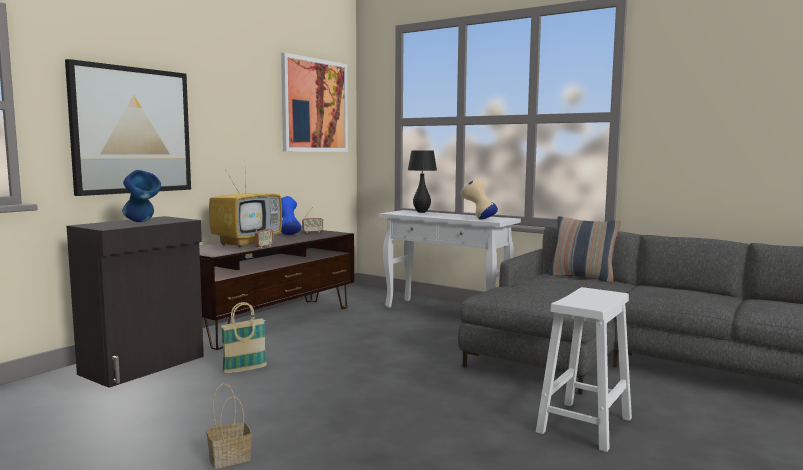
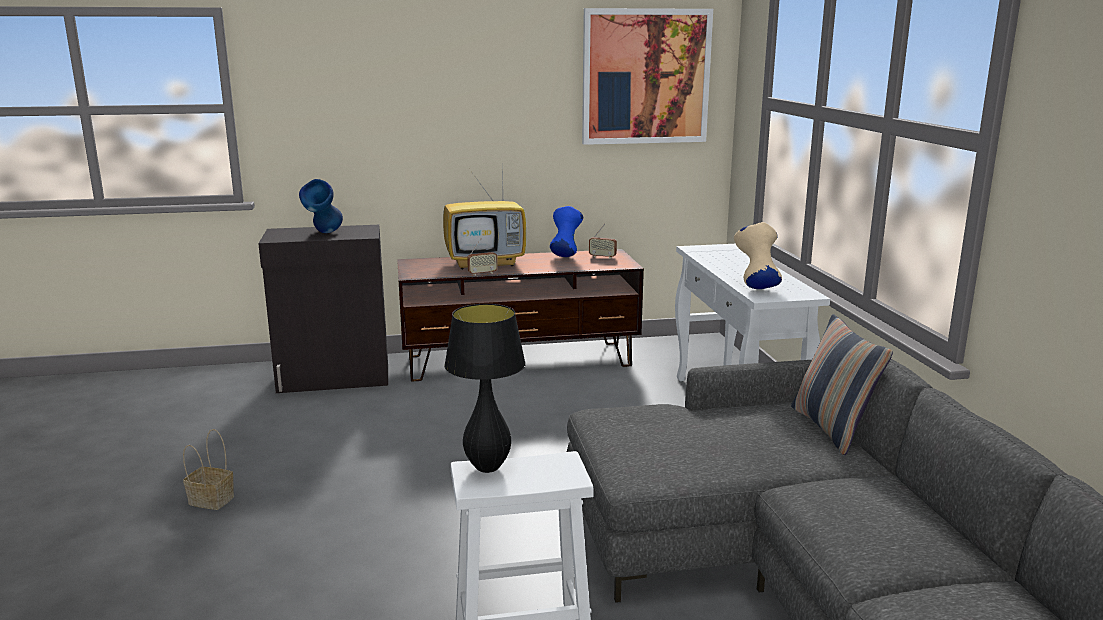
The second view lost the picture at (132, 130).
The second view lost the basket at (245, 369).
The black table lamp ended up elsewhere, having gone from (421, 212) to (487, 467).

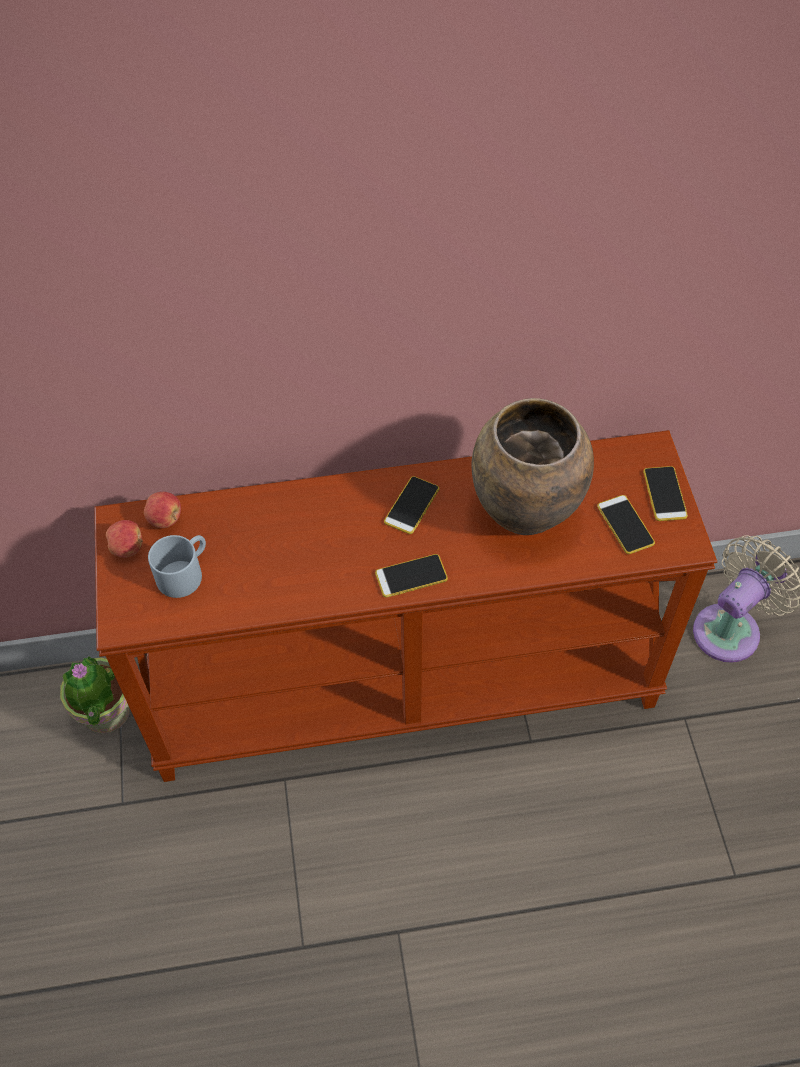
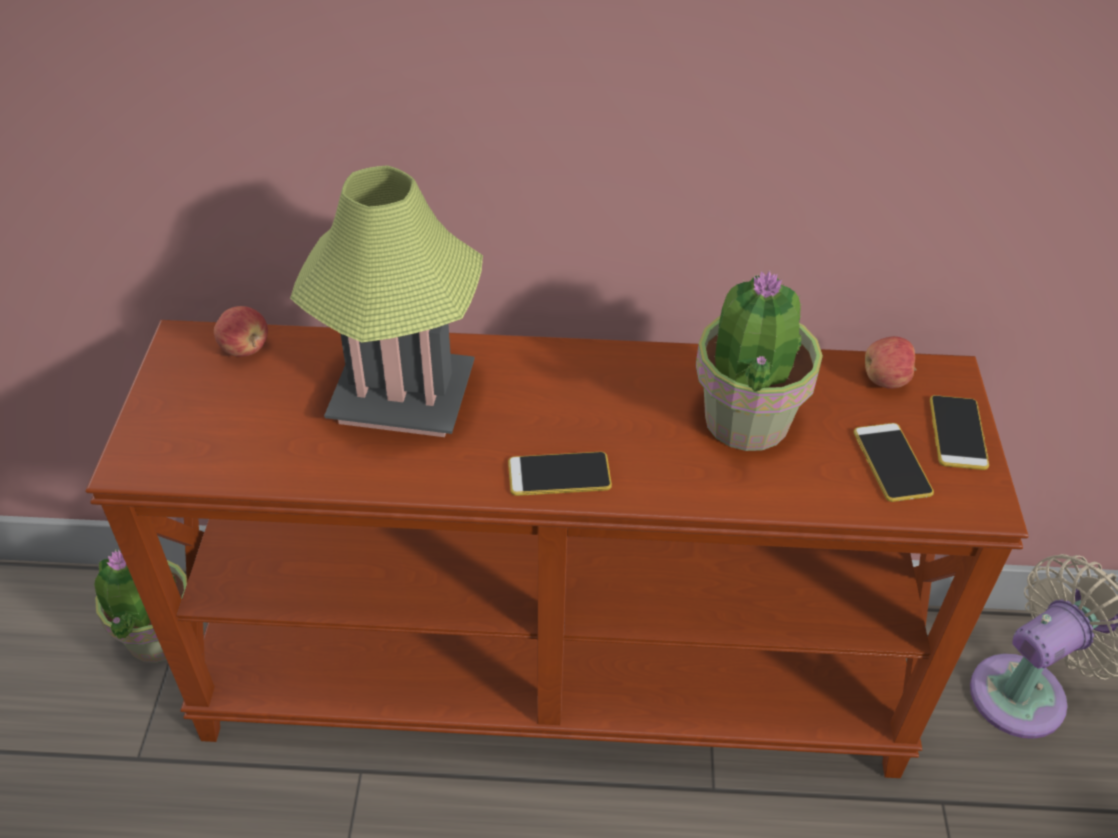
The apple ended up elsewhere, having gone from (128, 548) to (885, 380).
The second view lost the grey mug at (184, 572).
The second view lost the phone at (411, 505).
Where the brown vase stood at (524, 512), the potted plant came to stand at (745, 421).
The second view gained the table lamp at (402, 398).

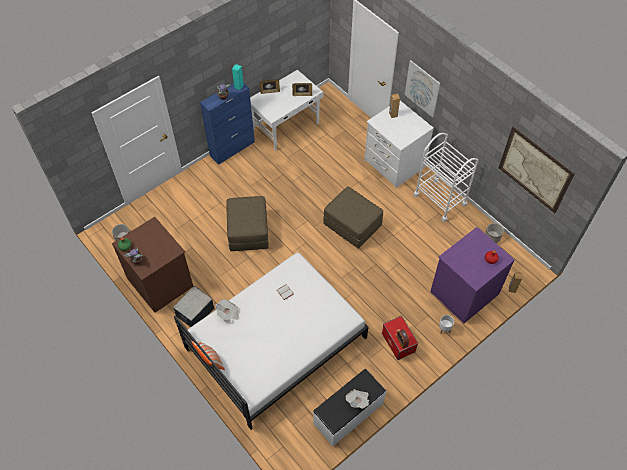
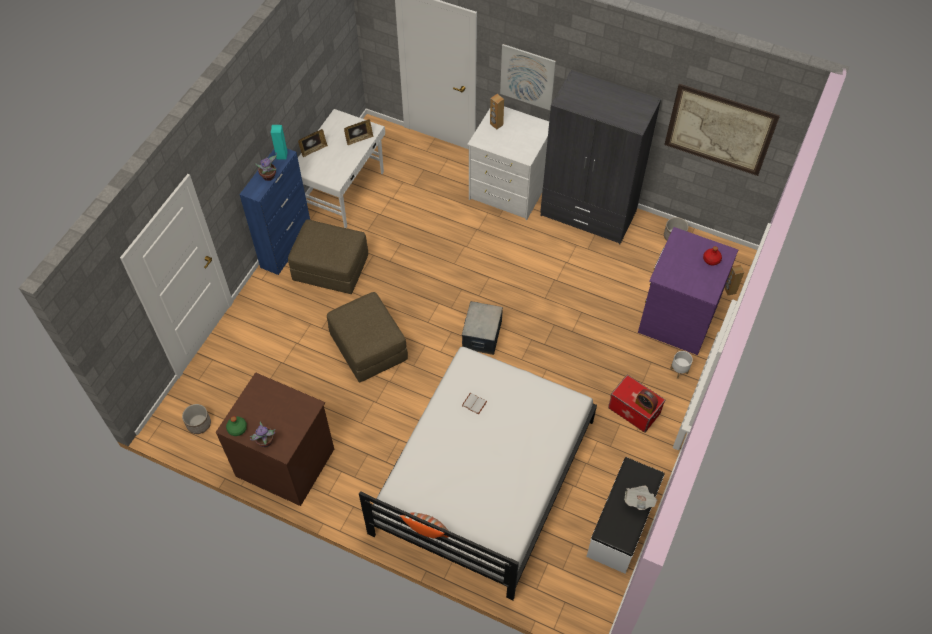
The storage box ended up elsewhere, having gone from (195, 312) to (481, 335).
The second view lost the newspaper at (228, 314).
The brown ottoman ended up elsewhere, having gone from (352, 225) to (330, 268).
Where the white cart stood at (440, 199), the grey wardrobe came to stand at (588, 214).

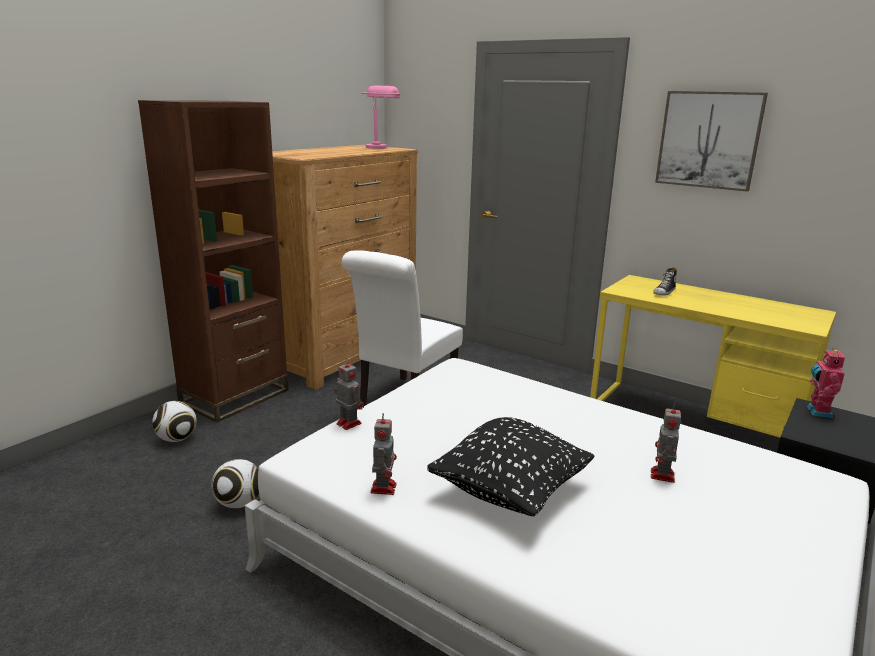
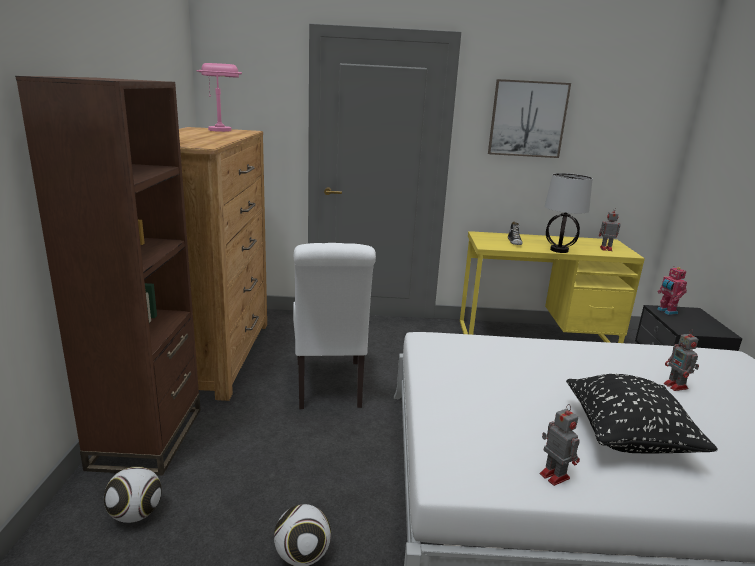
The toy robot ended up elsewhere, having gone from (348, 423) to (605, 249).
The second view gained the table lamp at (558, 250).

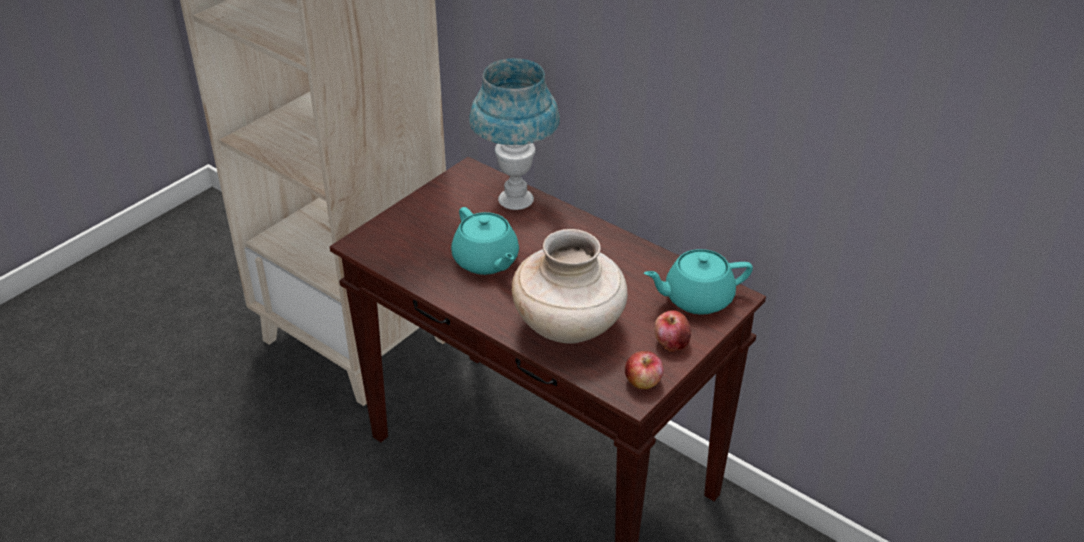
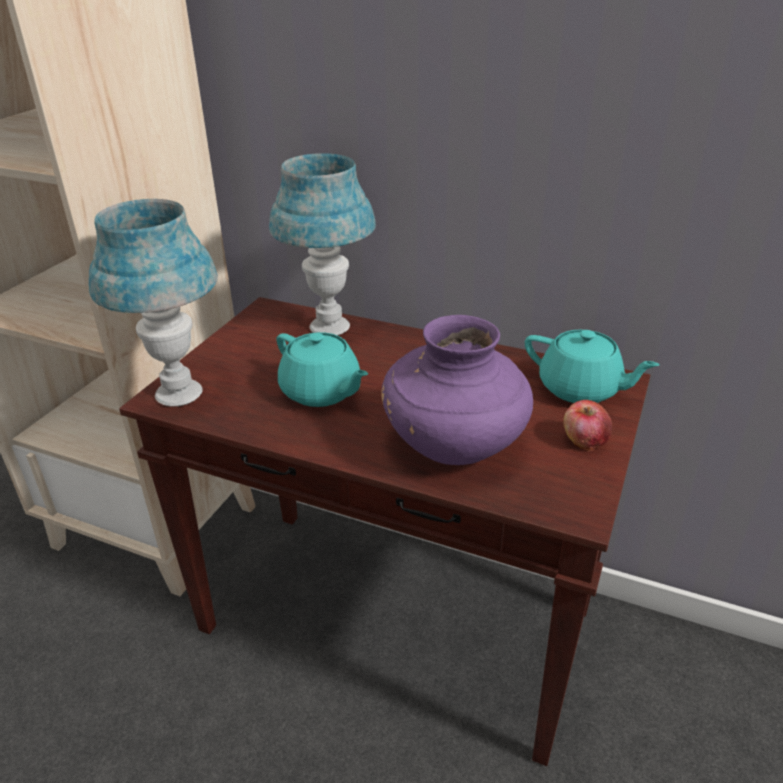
What was the beige vase at (569, 327) turned into the purple vase at (455, 446).
The second view lost the apple at (643, 382).
The turquoise teapot at (696, 298) ended up facing another way, 120 degrees counterclockwise from before.
The second view gained the blue table lamp at (178, 394).

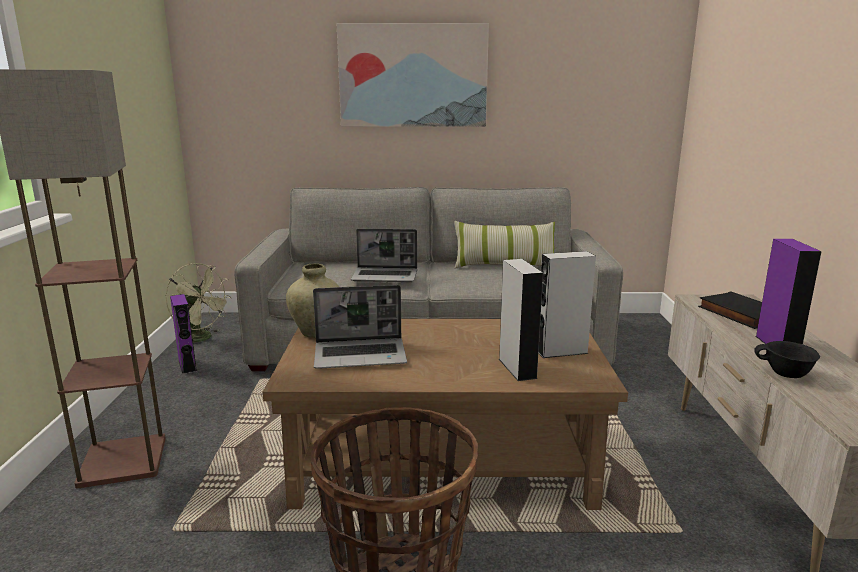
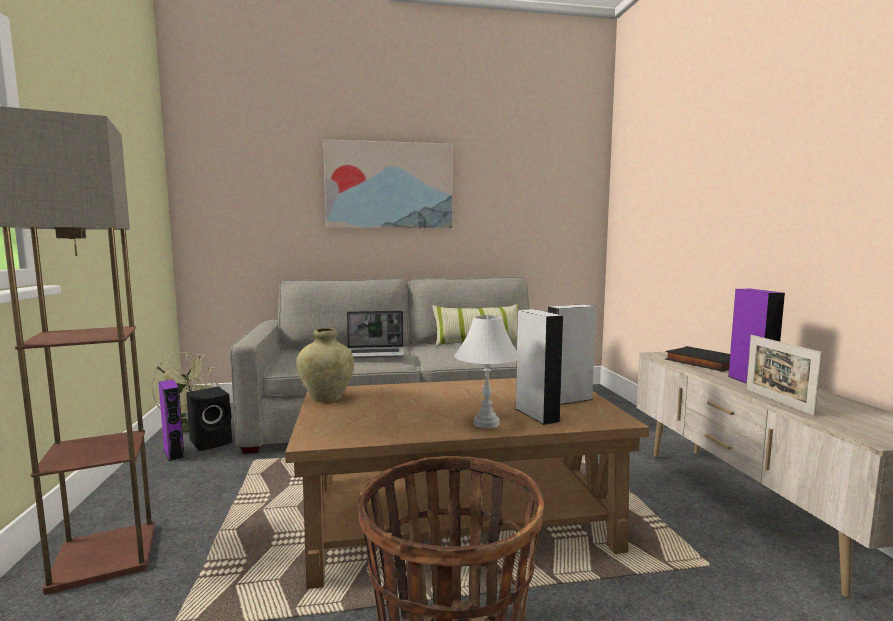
The second view lost the laptop at (361, 355).
Where the black bowl stood at (785, 375), the picture frame came to stand at (777, 401).
The second view gained the black speaker at (212, 441).
The second view gained the white table lamp at (486, 423).

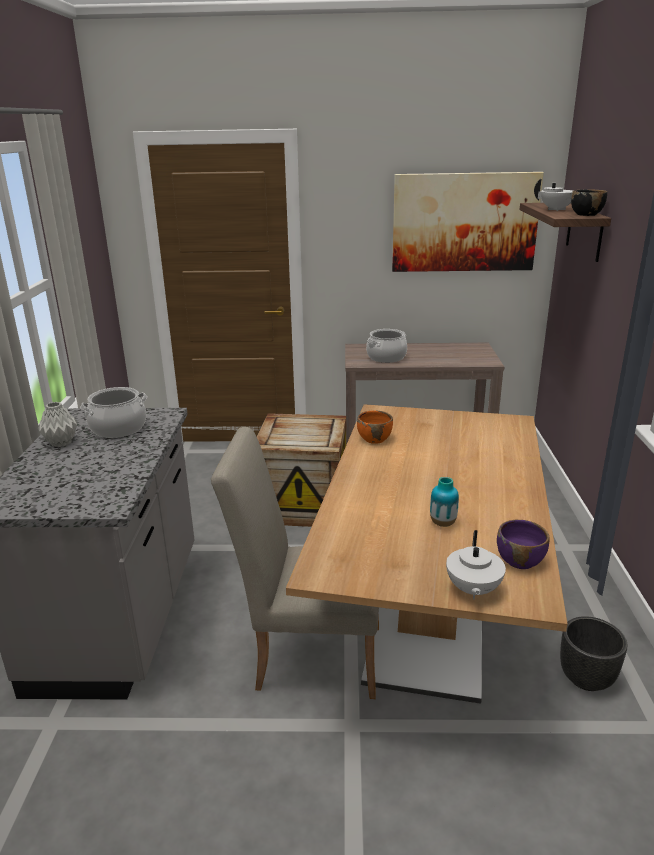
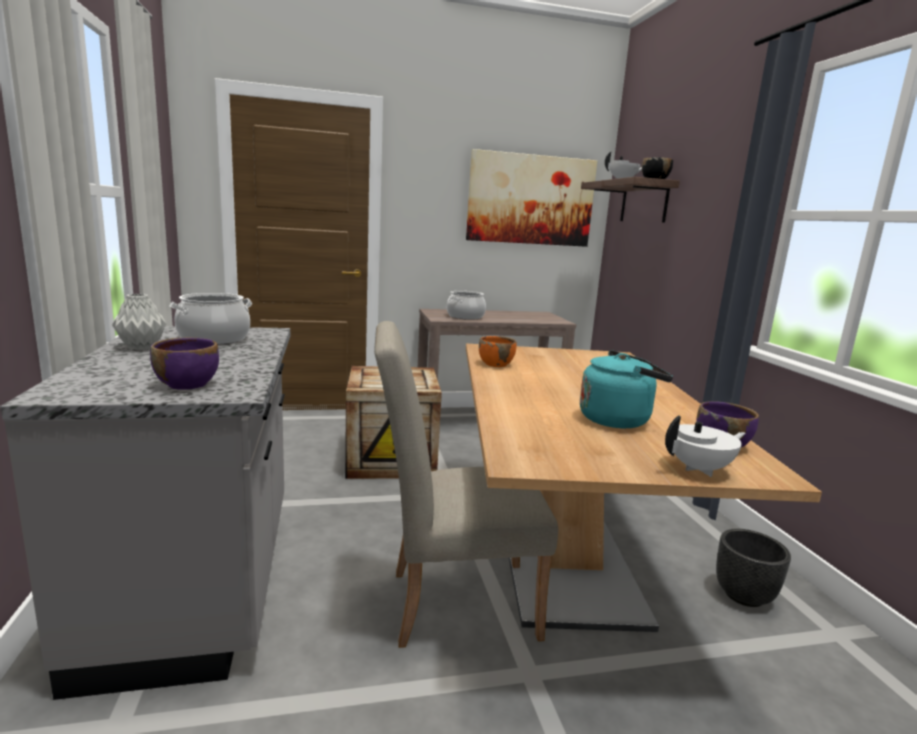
Where the vase stood at (443, 523), the turquoise kettle came to stand at (618, 419).
The white teapot at (472, 590) ended up facing another way, 105 degrees counterclockwise from before.
The second view gained the purple bowl at (188, 384).

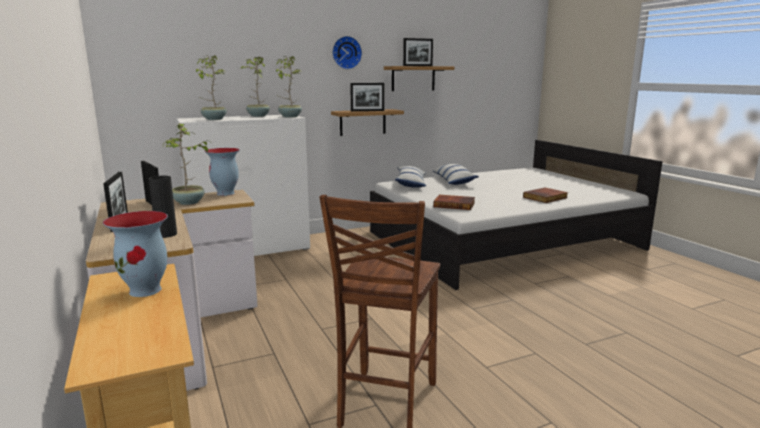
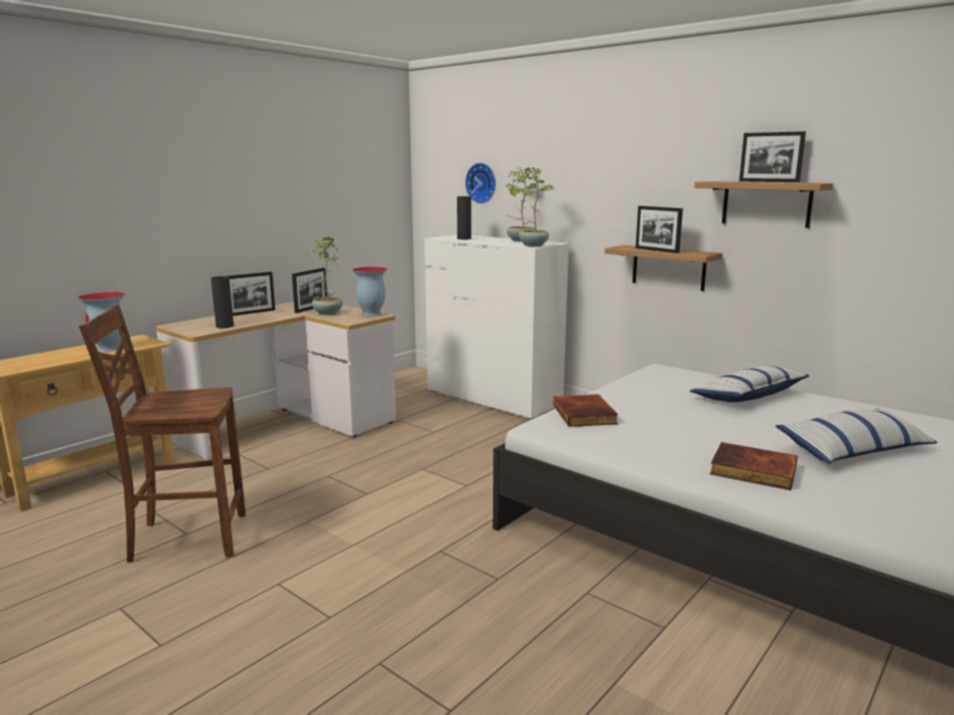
Where the potted plant stood at (213, 119), the black vase came to stand at (464, 238).
The wall clock ended up elsewhere, having gone from (346, 52) to (482, 183).
The pillow ended up elsewhere, having gone from (411, 183) to (852, 450).

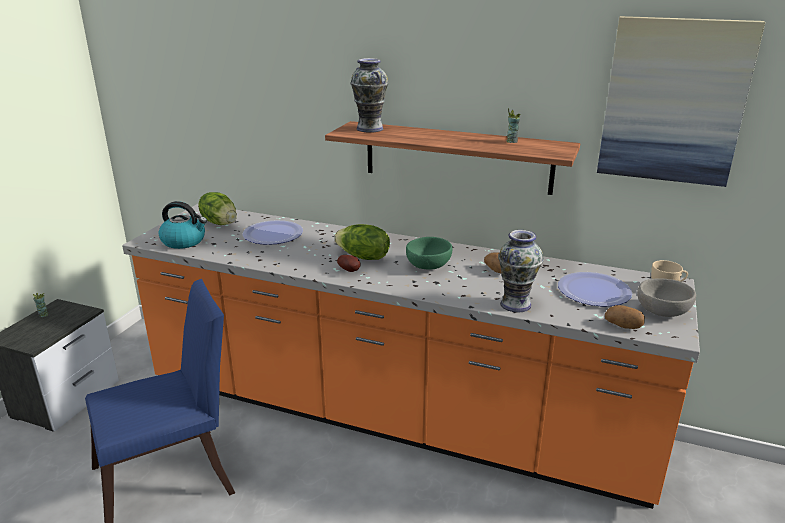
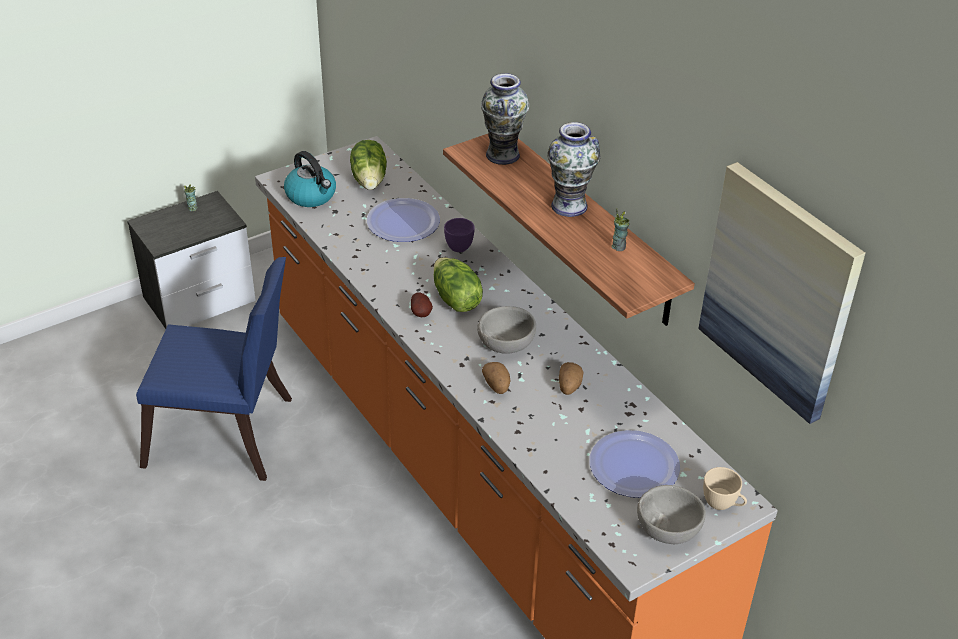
What was the green bowl at (429, 266) turned into the grey bowl at (507, 345).
The vase ended up elsewhere, having gone from (515, 304) to (569, 205).
The potato ended up elsewhere, having gone from (623, 326) to (497, 385).
The second view gained the purple cup at (460, 245).

